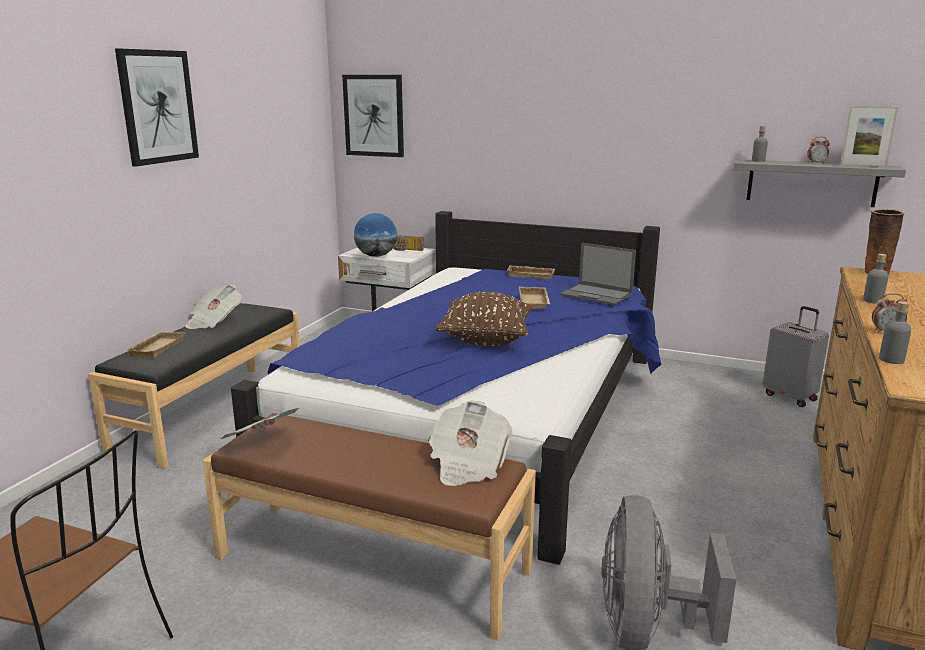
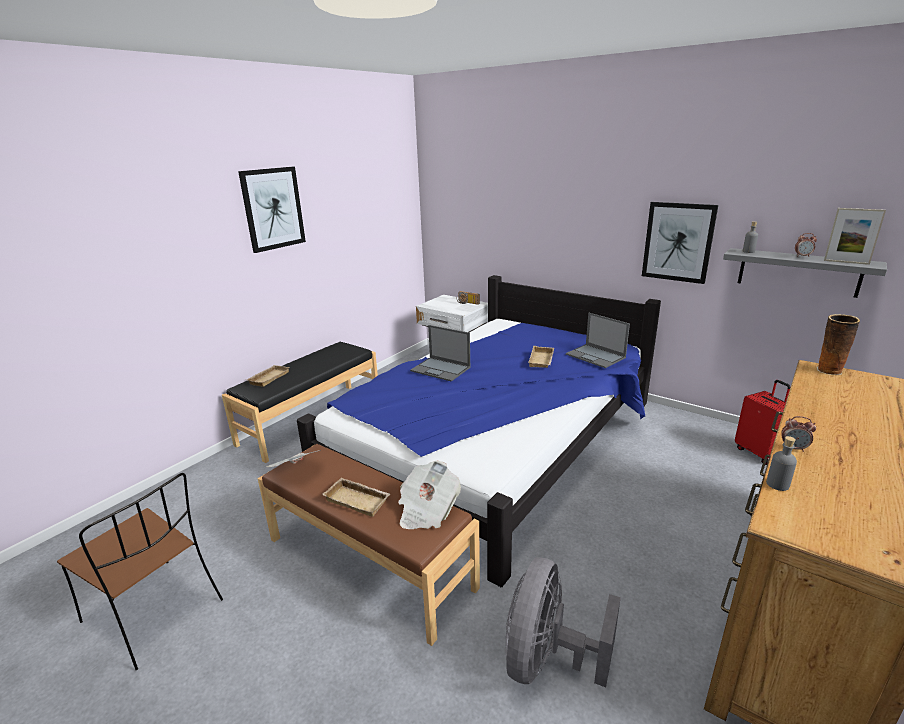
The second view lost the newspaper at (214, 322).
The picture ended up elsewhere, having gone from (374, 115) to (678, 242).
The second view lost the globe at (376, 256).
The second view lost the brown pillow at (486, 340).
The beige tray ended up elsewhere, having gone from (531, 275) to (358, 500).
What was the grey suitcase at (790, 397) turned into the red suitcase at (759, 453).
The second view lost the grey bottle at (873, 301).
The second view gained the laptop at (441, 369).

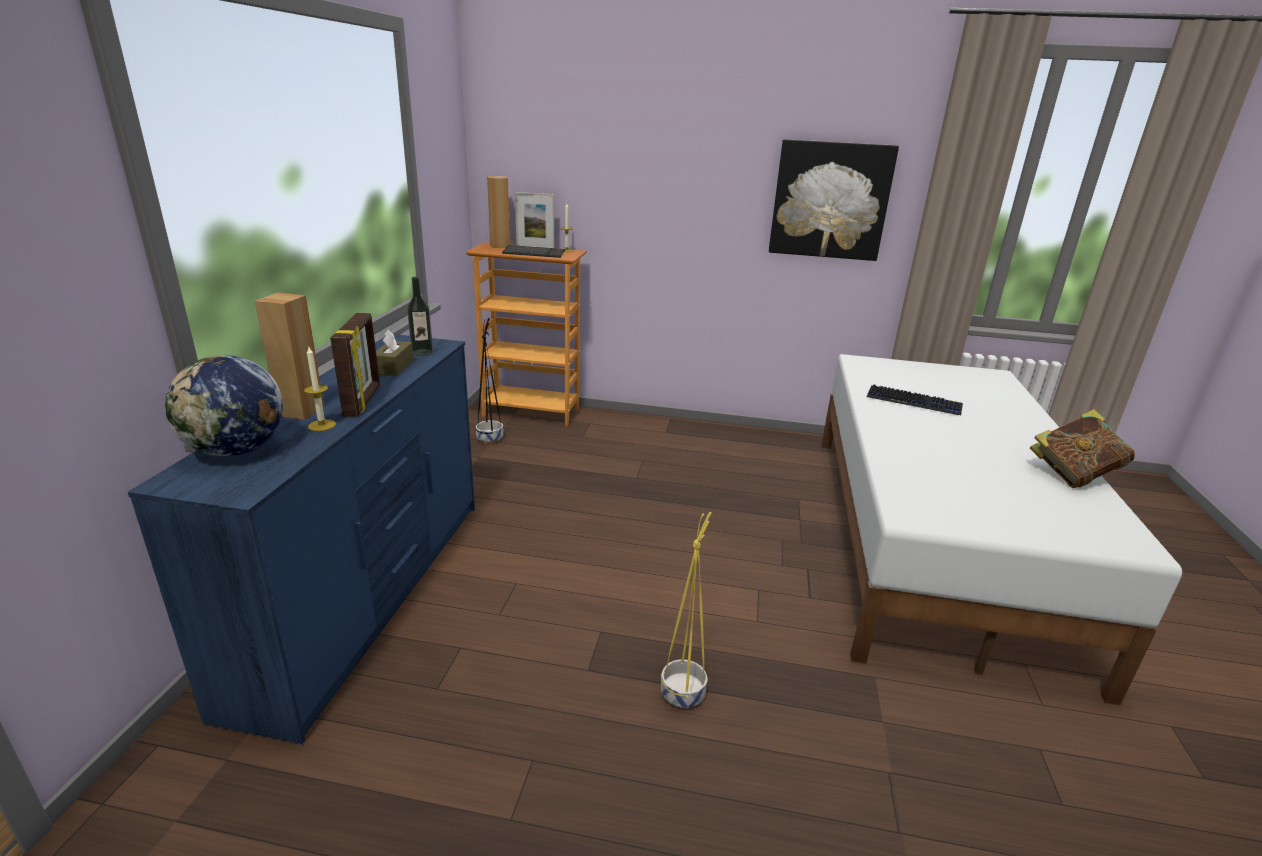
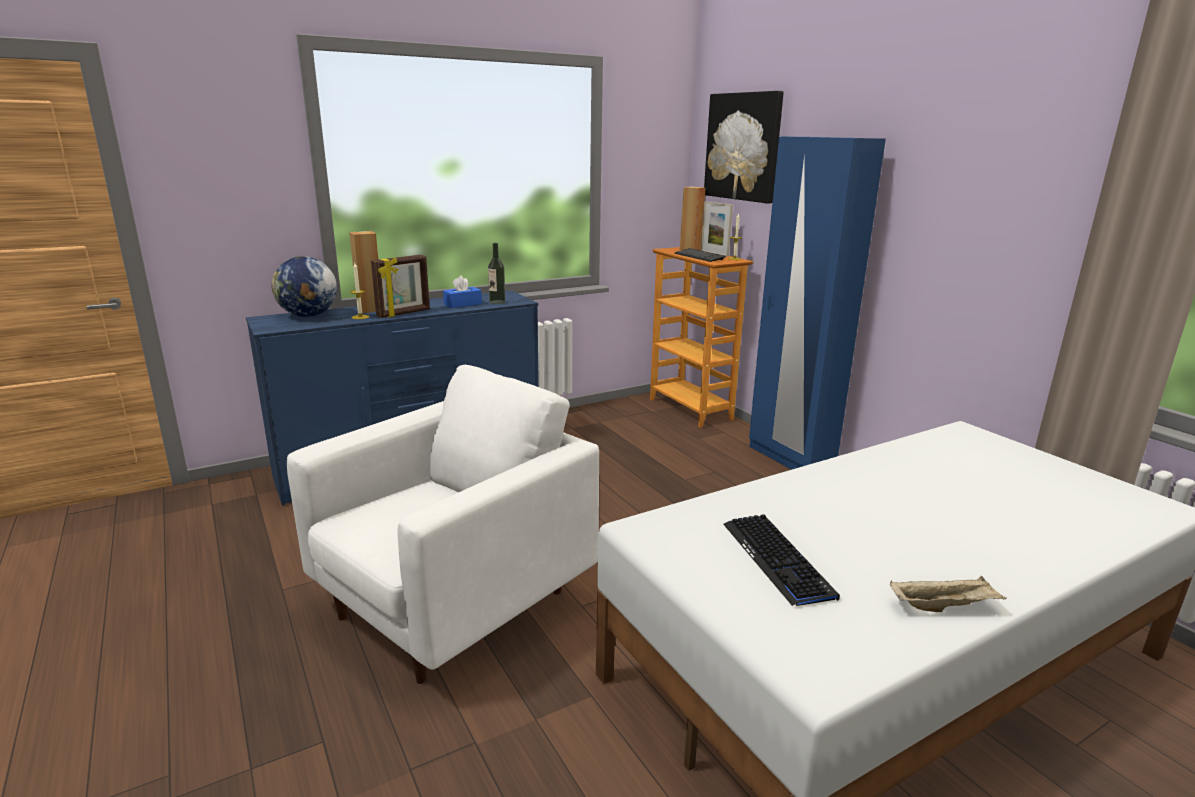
What was the brown tissue box at (394, 367) turned into the blue tissue box at (462, 304).
The second view lost the black planter at (490, 438).
Where the yellow planter stood at (683, 693), the white armchair came to stand at (454, 604).
The picture ended up elsewhere, having gone from (830, 200) to (743, 147).
The keyboard ended up elsewhere, having gone from (913, 402) to (777, 560).
Where the book stood at (1073, 475), the beige tray came to stand at (943, 606).
The second view gained the blue wardrobe at (789, 459).

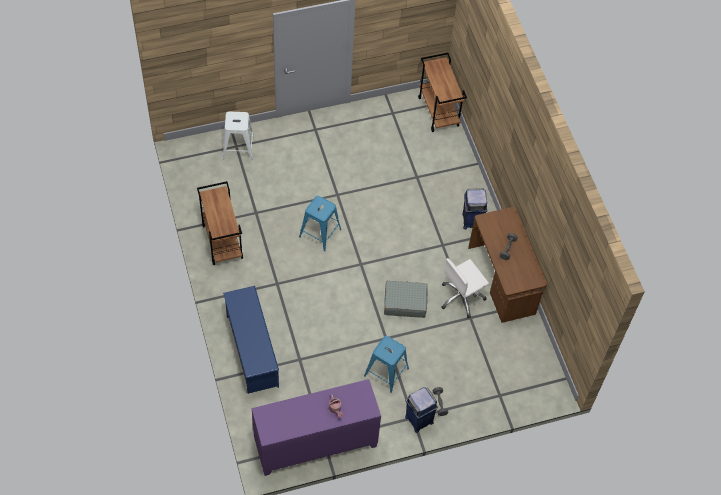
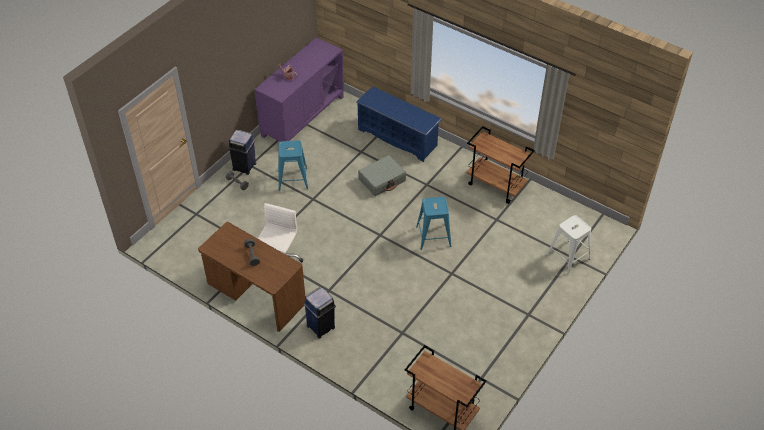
The grey suitcase ended up elsewhere, having gone from (405, 302) to (382, 180).

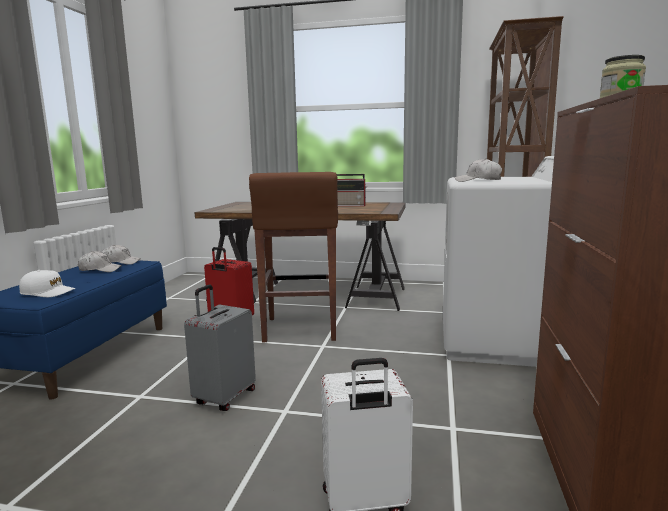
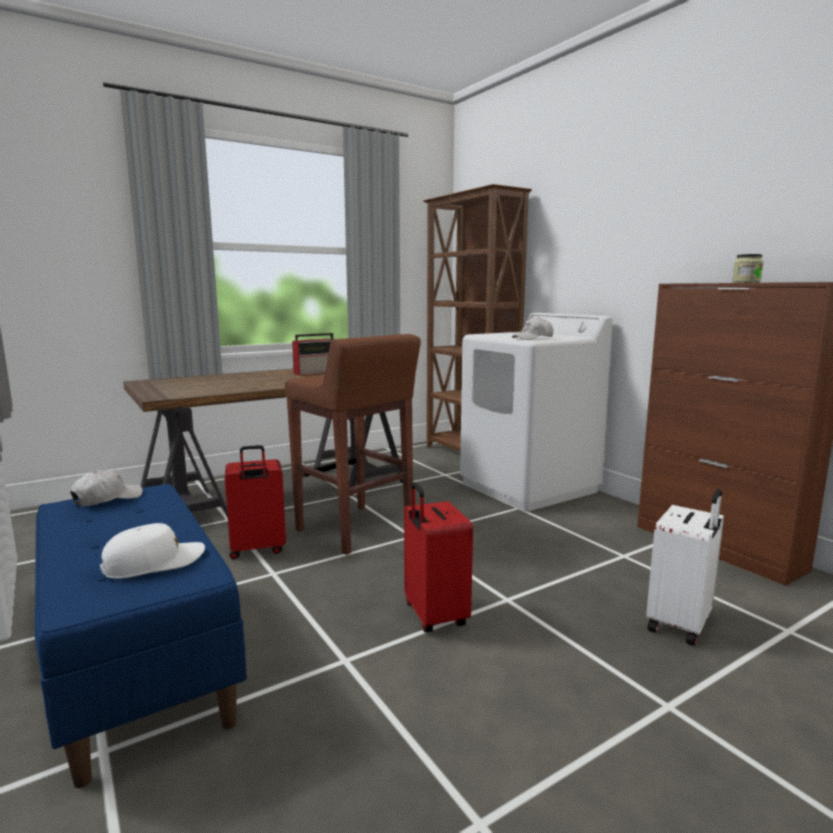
The second view lost the white cap at (100, 269).
What was the grey suitcase at (224, 397) turned into the red suitcase at (433, 616).

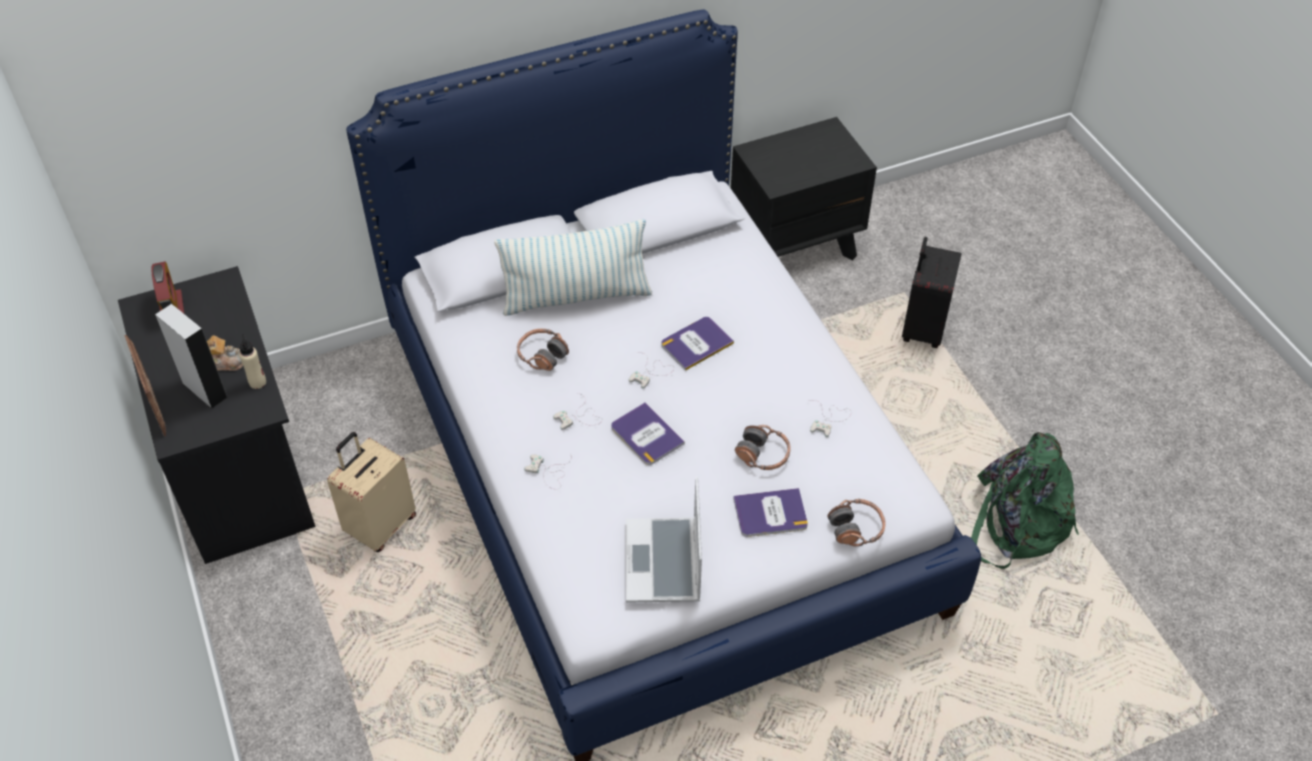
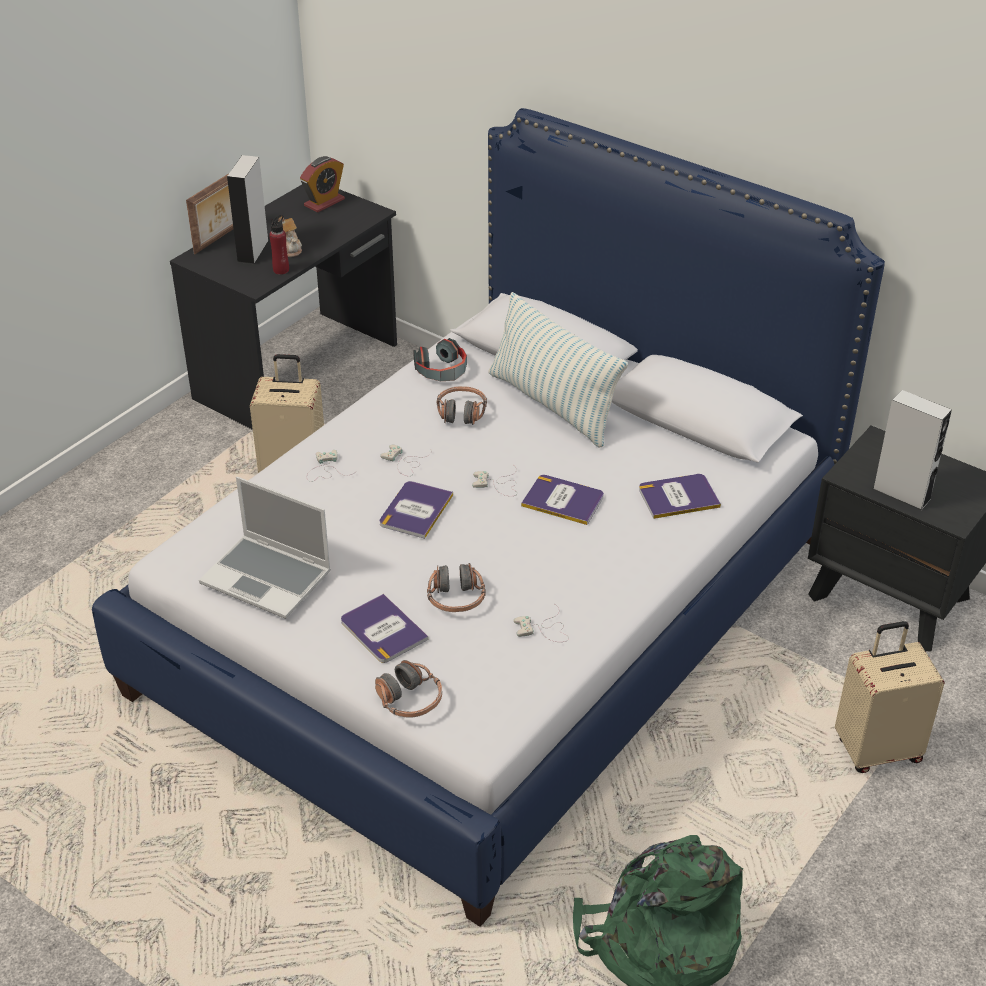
What was the beige bottle at (257, 382) turned into the red bottle at (281, 270).
The laptop at (664, 563) ended up facing another way, 120 degrees counterclockwise from before.
What was the black suitcase at (922, 328) turned into the beige suitcase at (877, 749).
The second view gained the headphones at (442, 371).
The second view gained the book at (678, 497).
The second view gained the grey speaker at (901, 494).

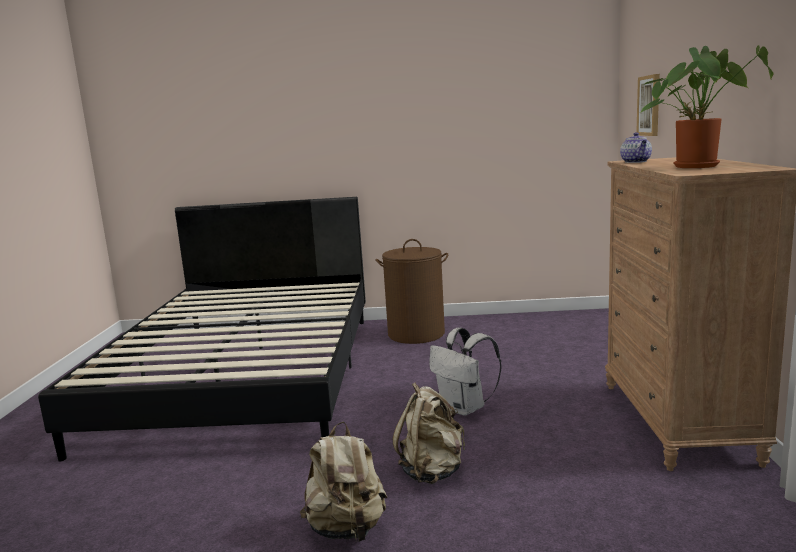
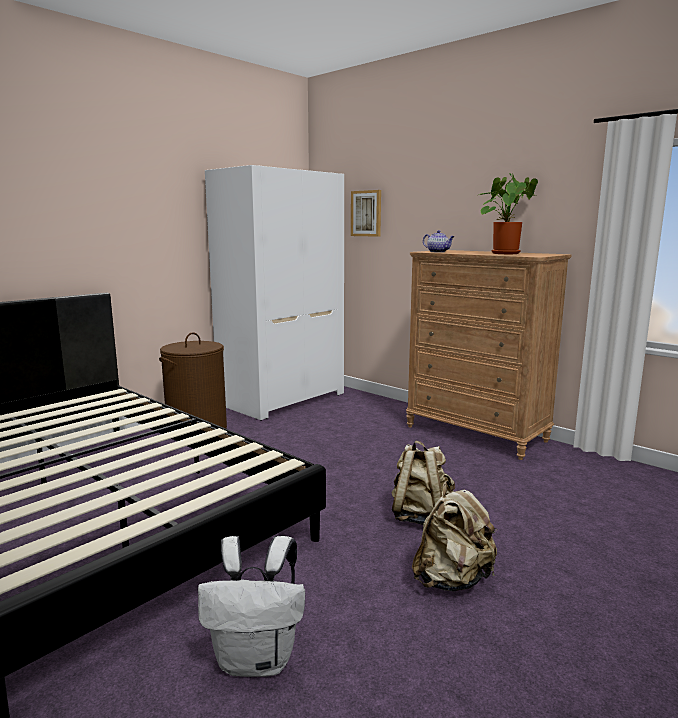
The white backpack ended up elsewhere, having gone from (465, 408) to (257, 659).
The second view gained the white wardrobe at (282, 399).

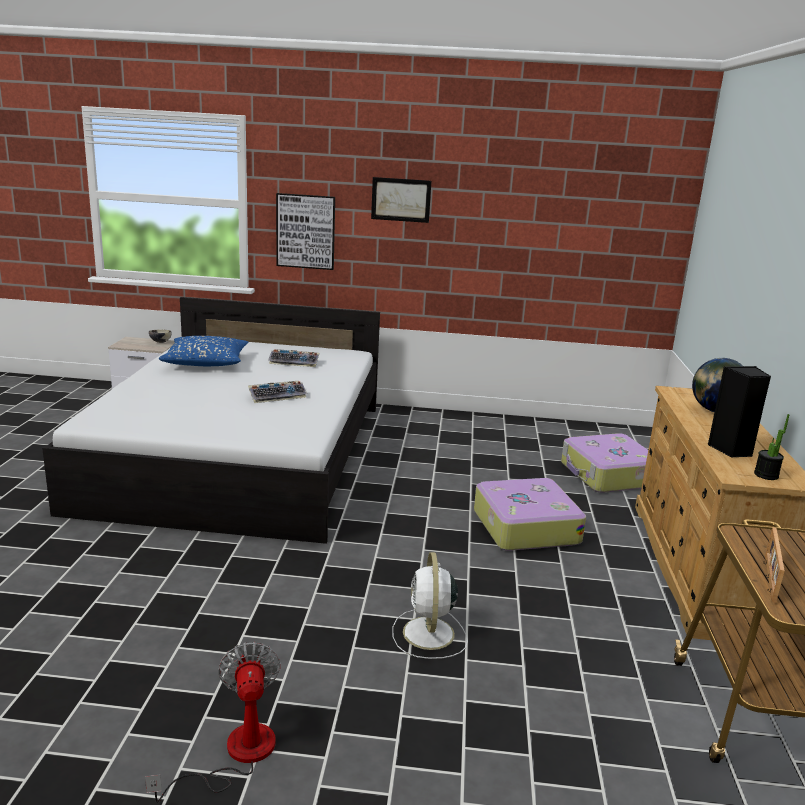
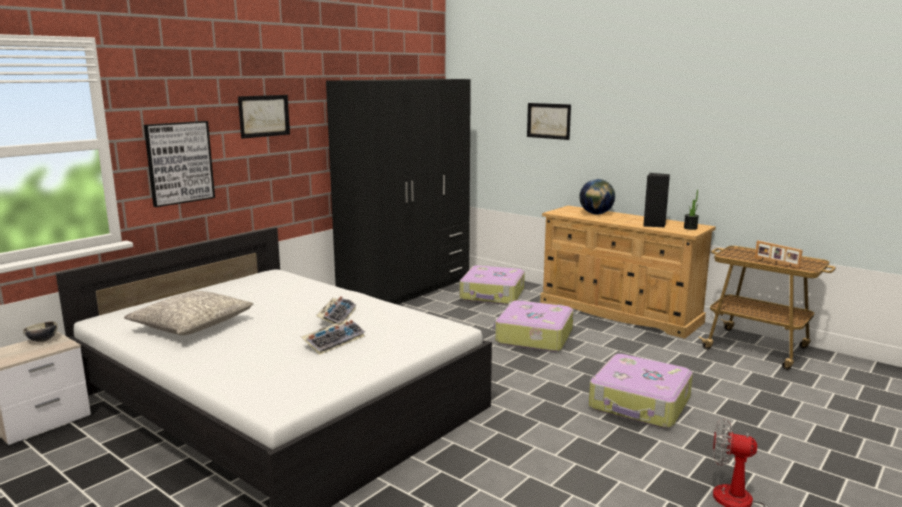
What was the blue pillow at (206, 362) turned into the grey pillow at (192, 325).
The keyboard ended up elsewhere, having gone from (295, 362) to (334, 341).
Where the white fan stood at (428, 635), the suitcase came to stand at (640, 404).
The second view gained the black wardrobe at (406, 289).
The second view gained the picture at (548, 121).

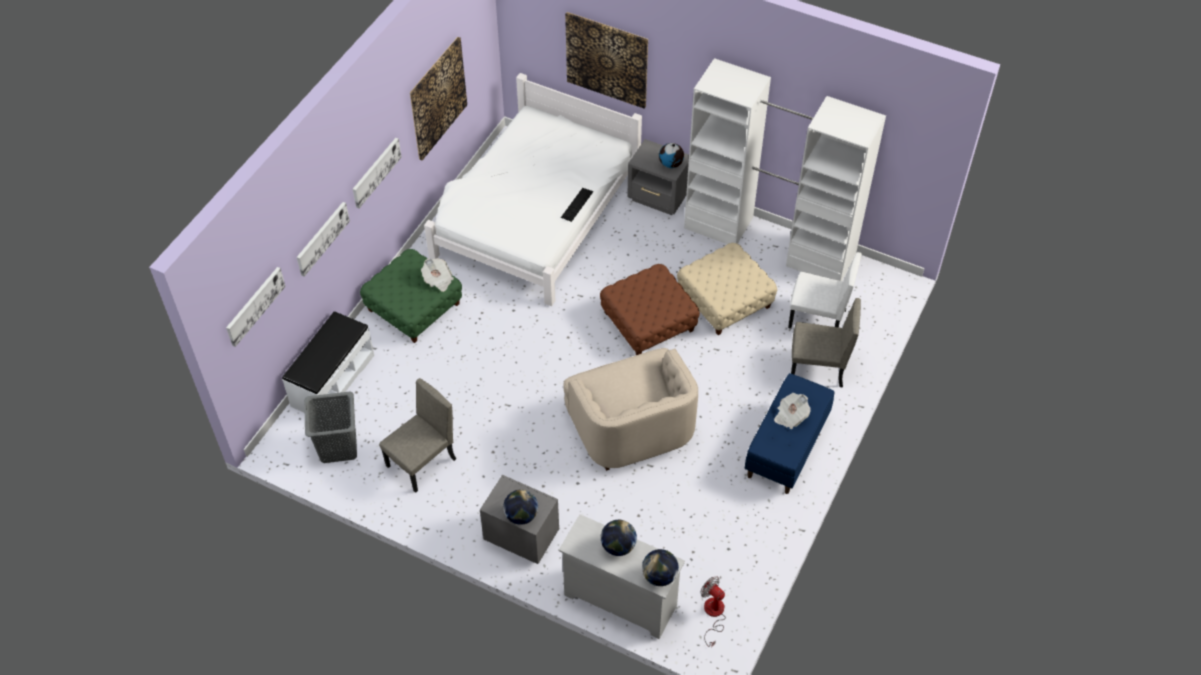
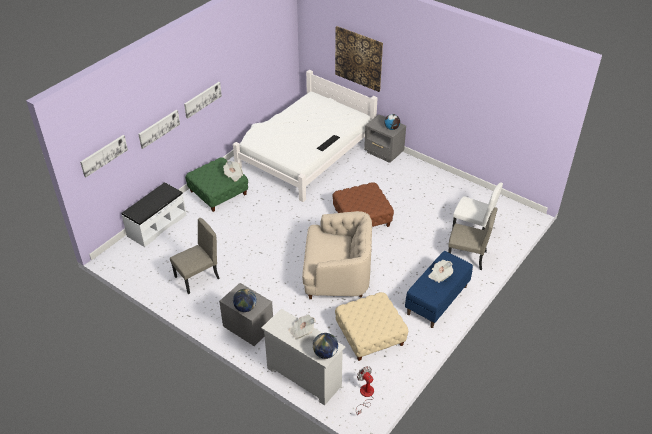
The second view lost the grey laundry basket at (338, 446).
The second view lost the picture at (438, 98).
The beige armchair at (631, 426) ended up facing another way, 75 degrees counterclockwise from before.
Where the globe stood at (618, 546), the newspaper came to stand at (302, 331).
The beige ottoman ended up elsewhere, having gone from (725, 300) to (370, 335).
The second view lost the white wardrobe at (770, 241).

